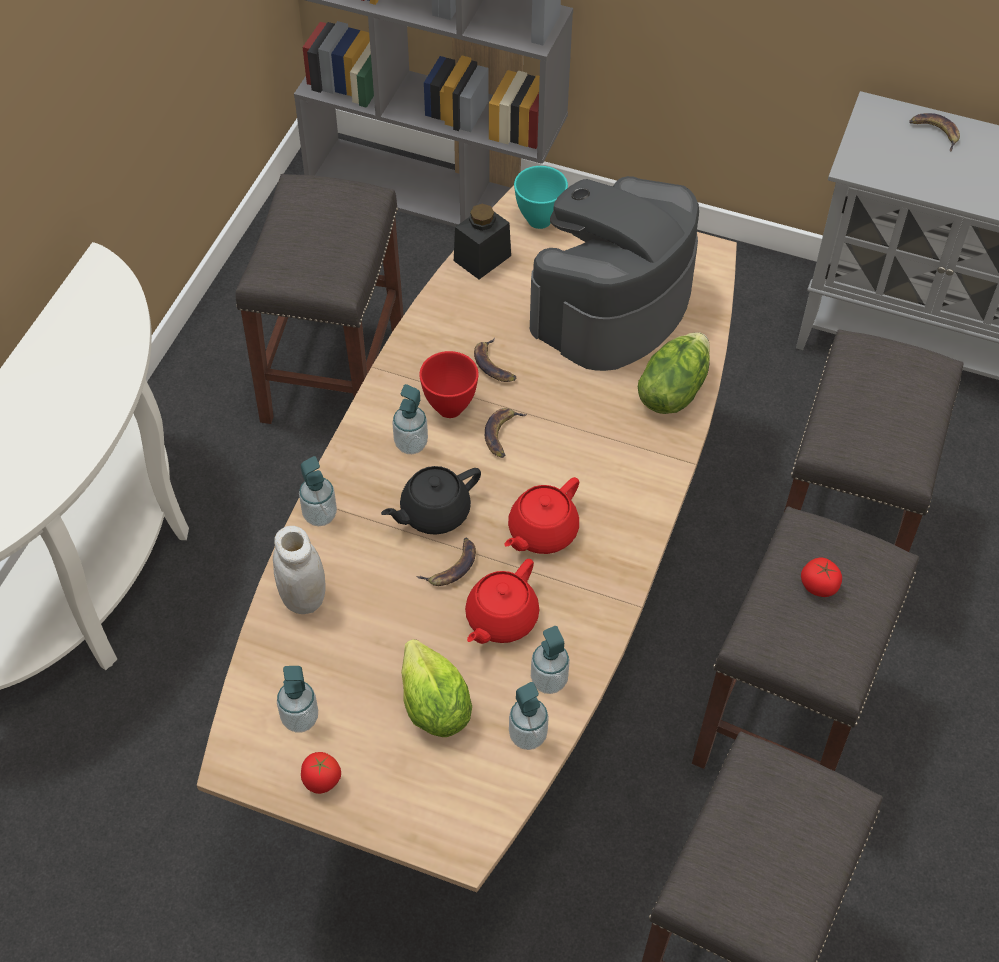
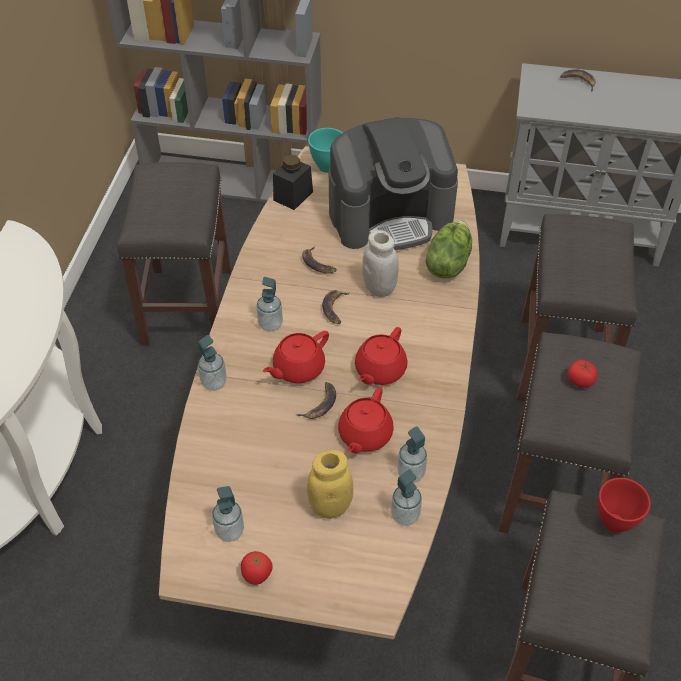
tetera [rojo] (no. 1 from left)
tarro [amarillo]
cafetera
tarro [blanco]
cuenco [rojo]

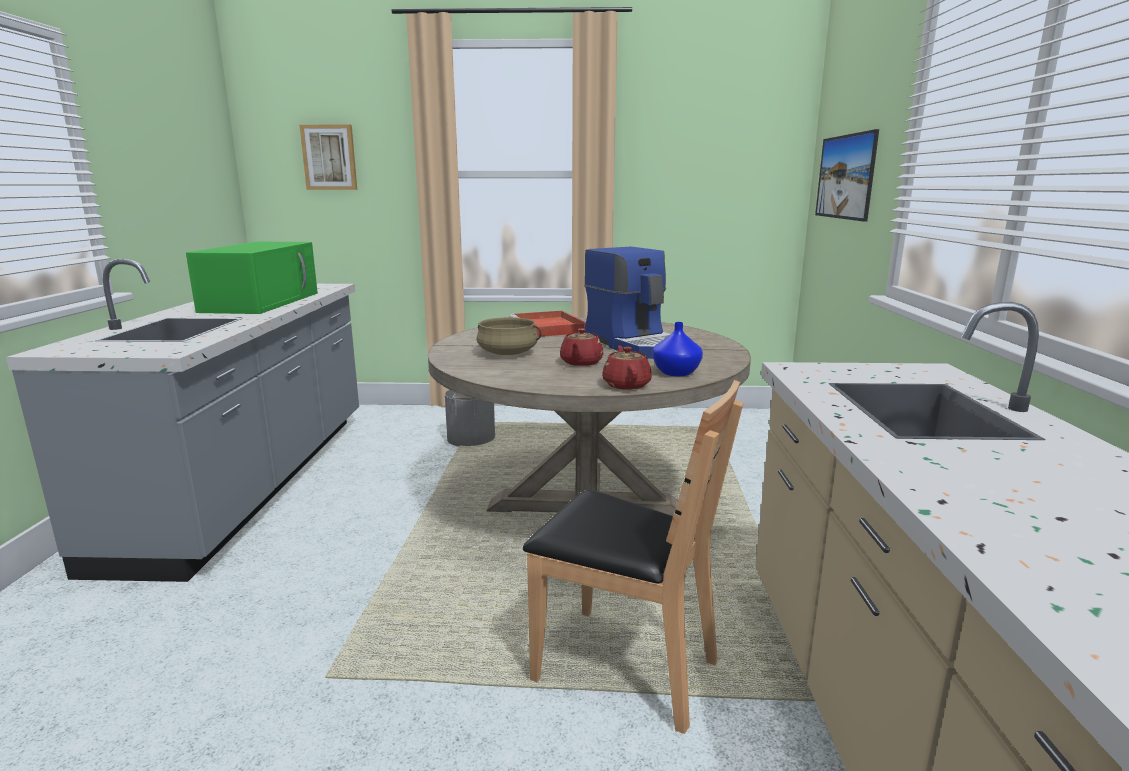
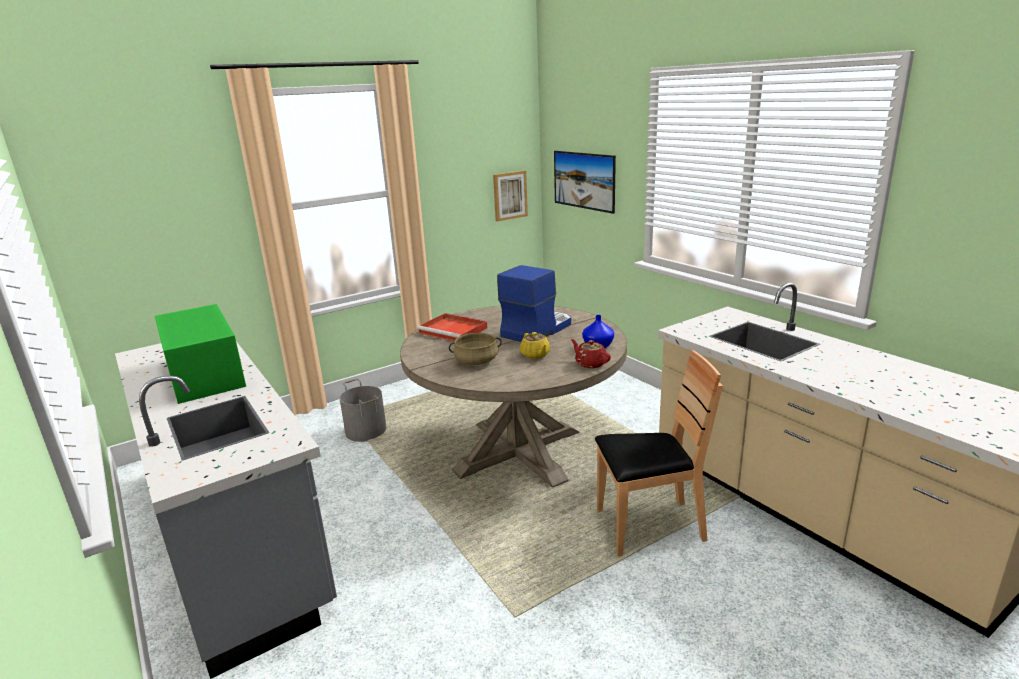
cuadro (no. 1 from left)
cafetera
tetera [amarillo]

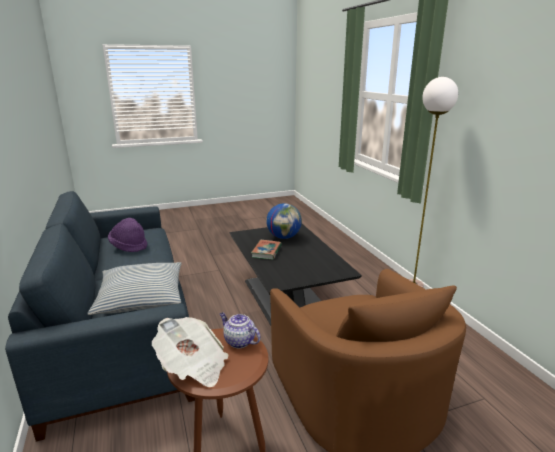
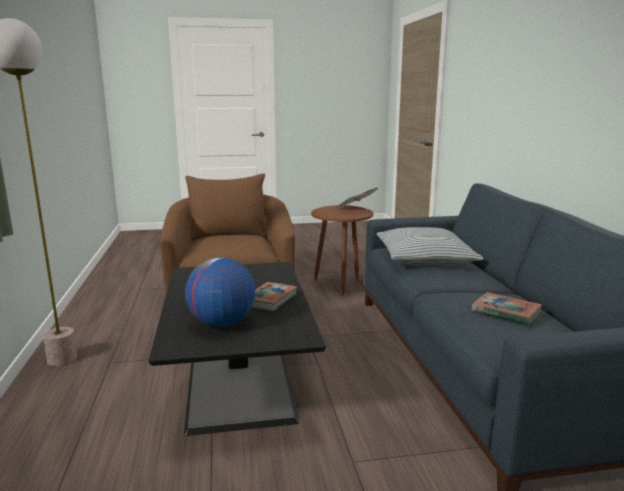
libro (no. 2 from left)
tetera

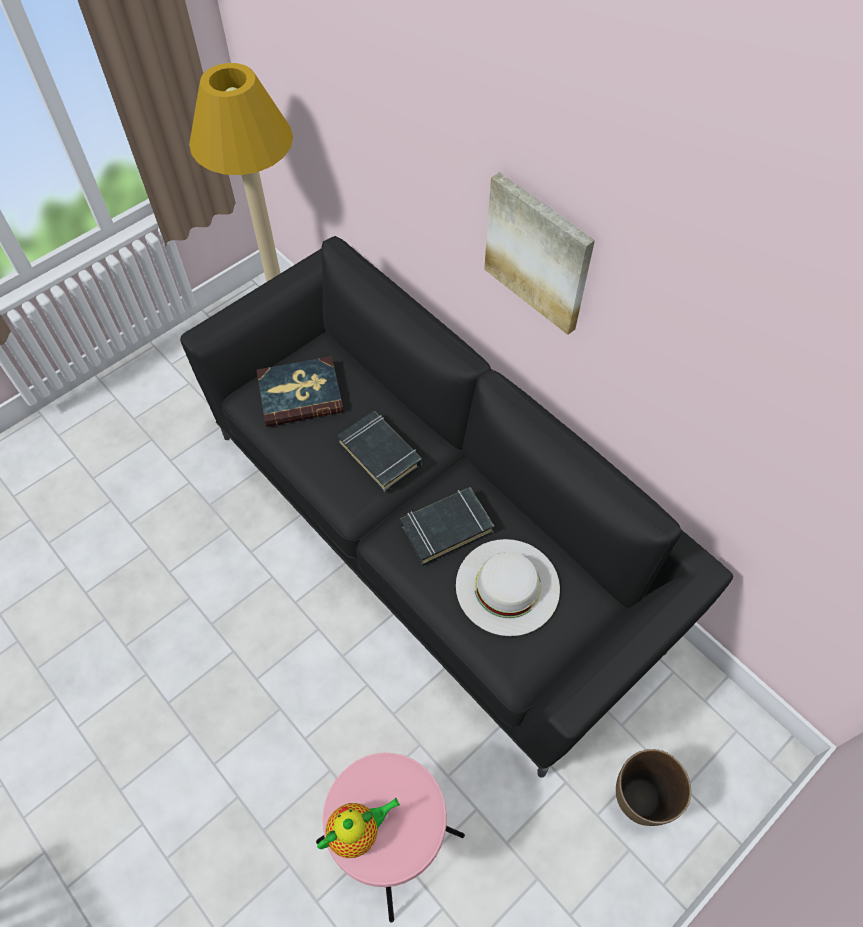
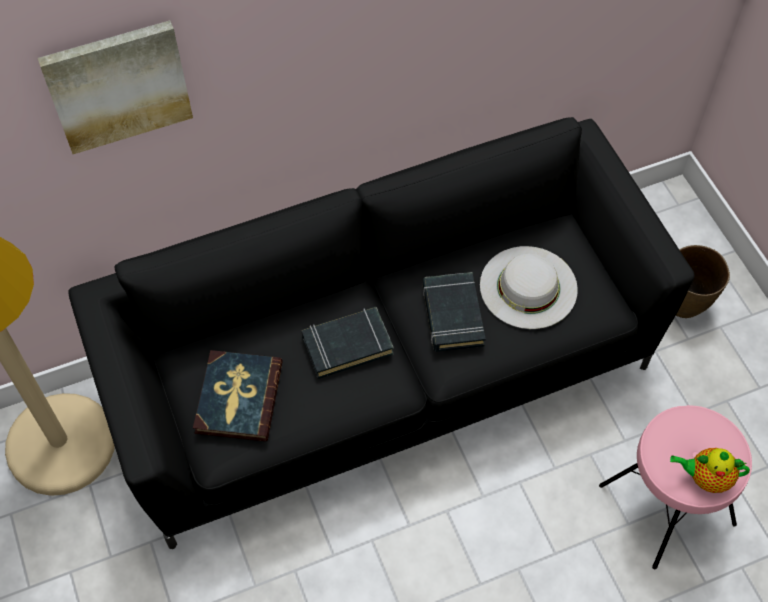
cuadro
tetera

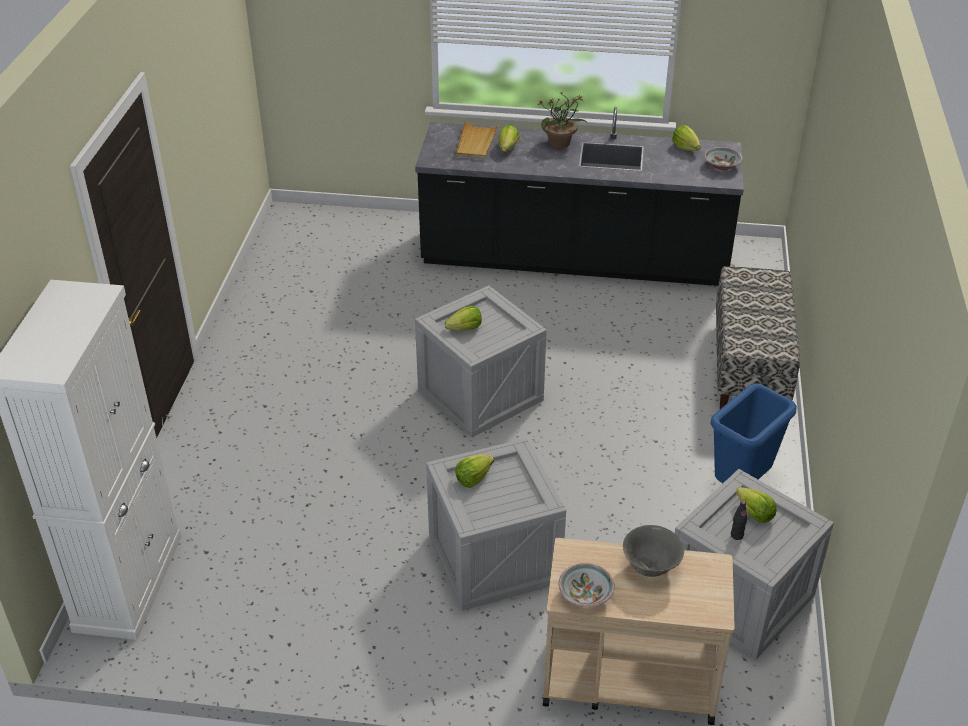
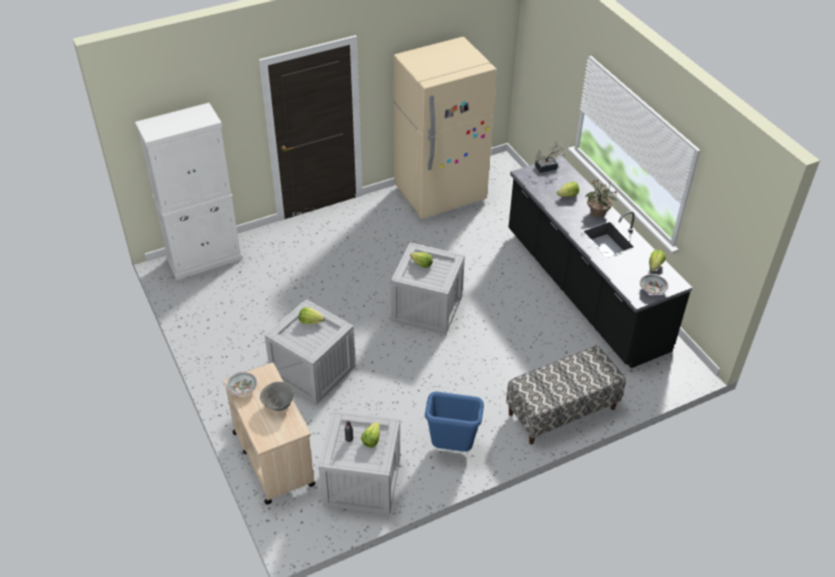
nevera [beis]
planta en maceta (no. 1 from left)
bandeja [beis]

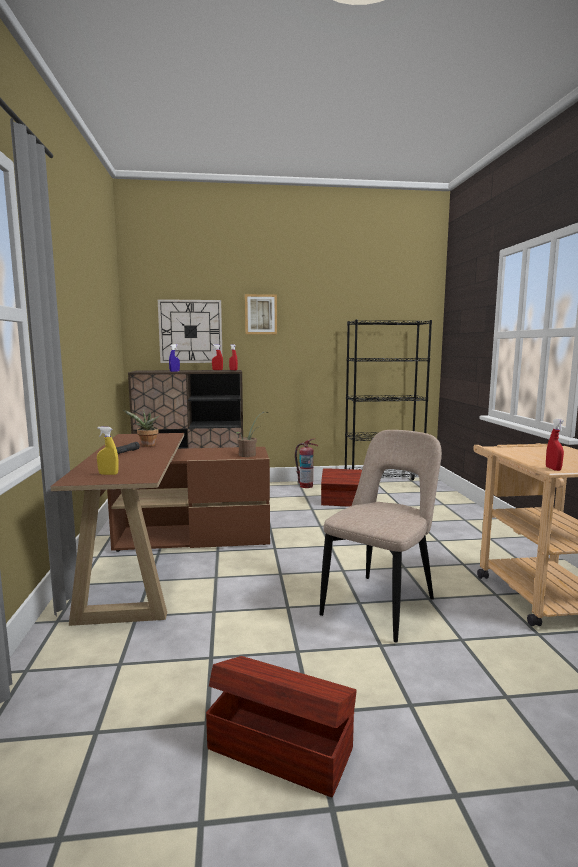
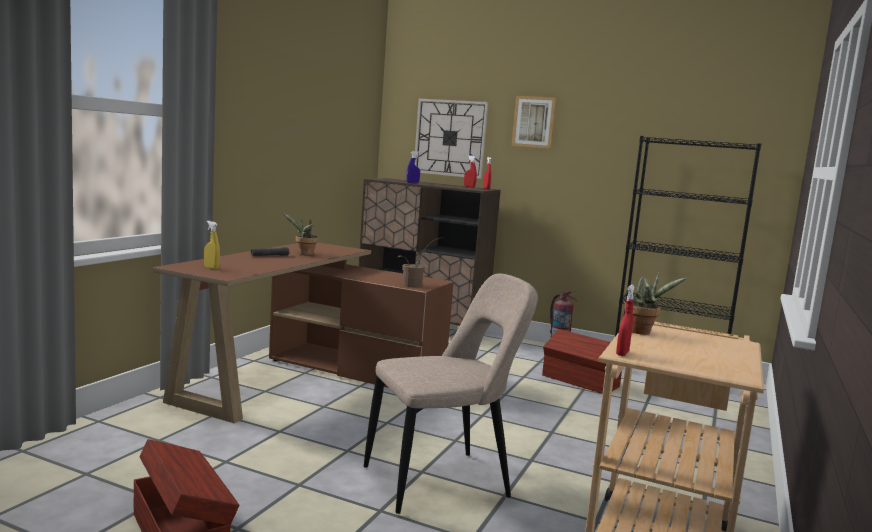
planta en maceta (no. 3 from left)

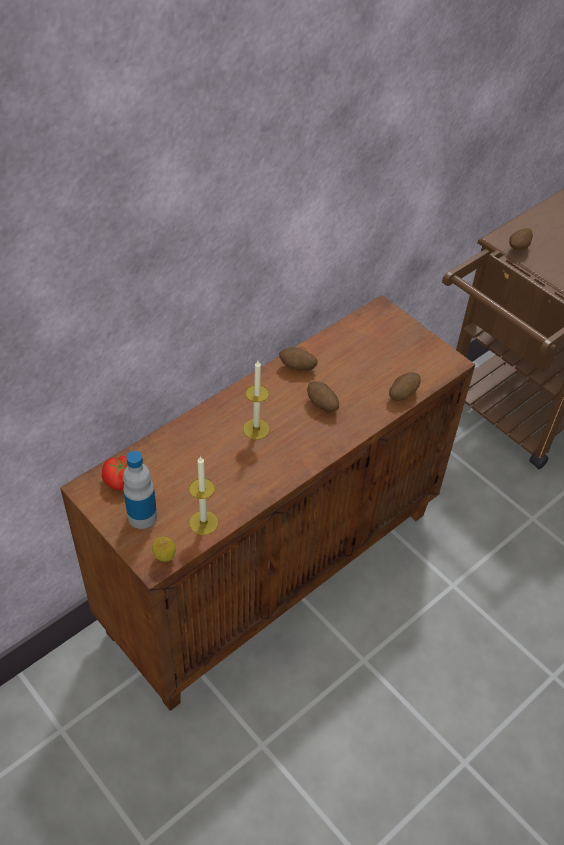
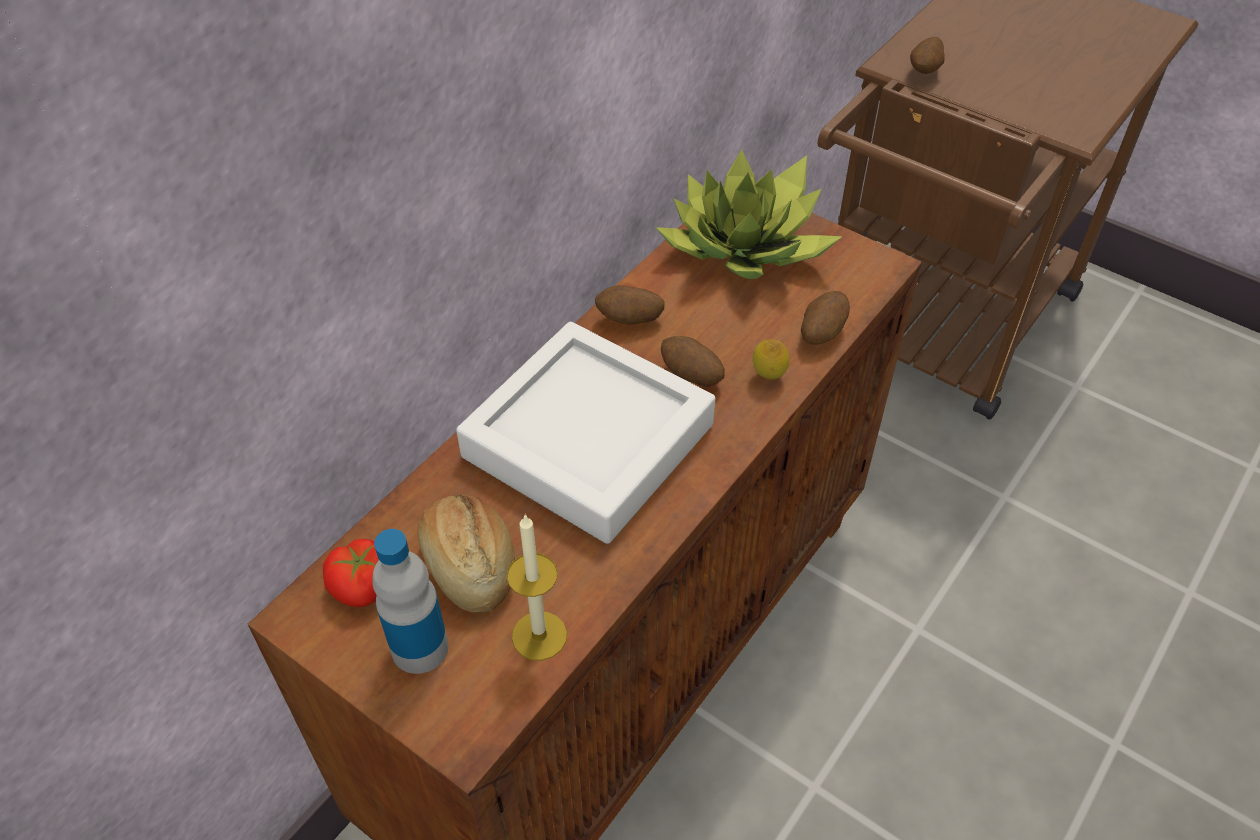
pan
bandeja [blanco]
planta en maceta
limón

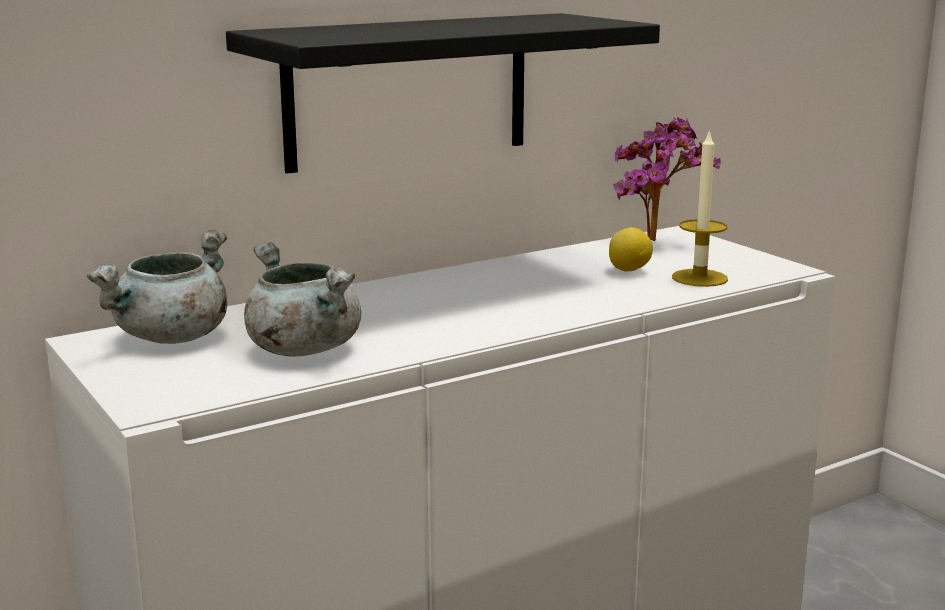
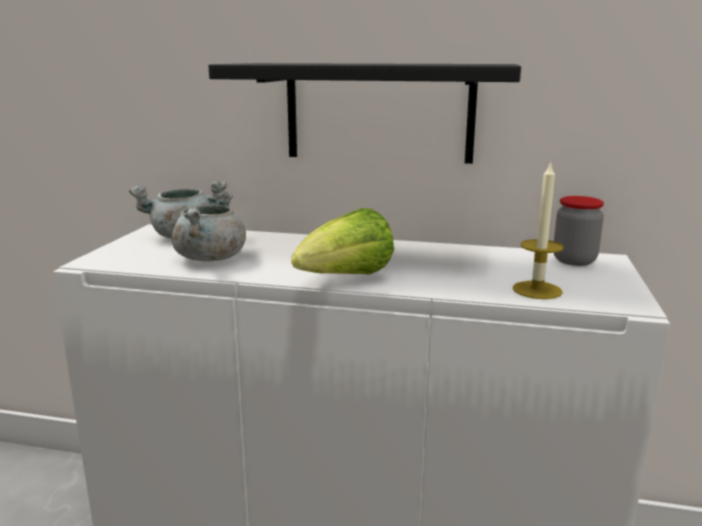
lechuga
tarro
limón

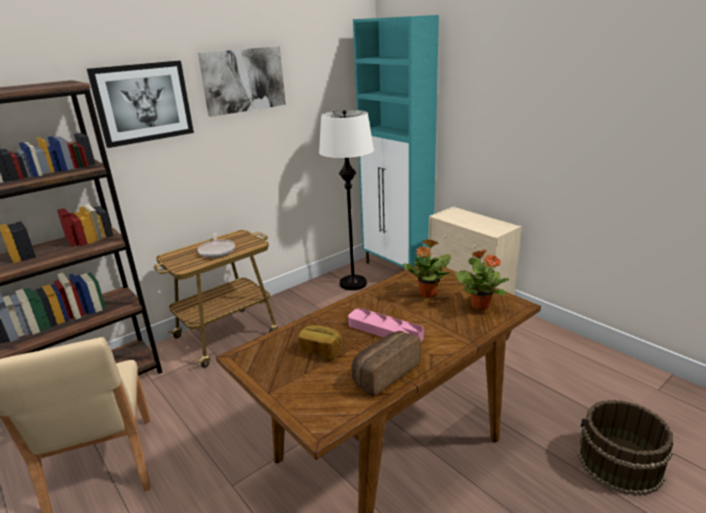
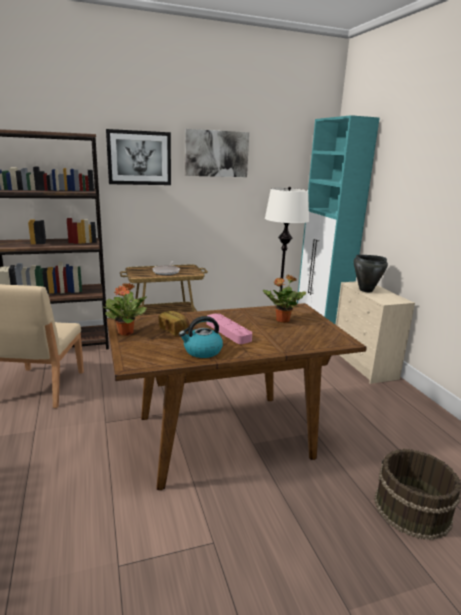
planta en maceta (no. 1 from left)
hervidor
olla [negro]

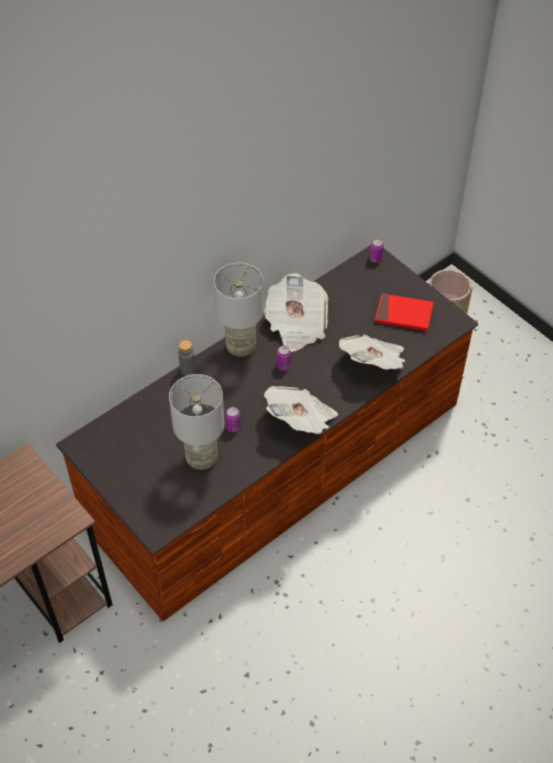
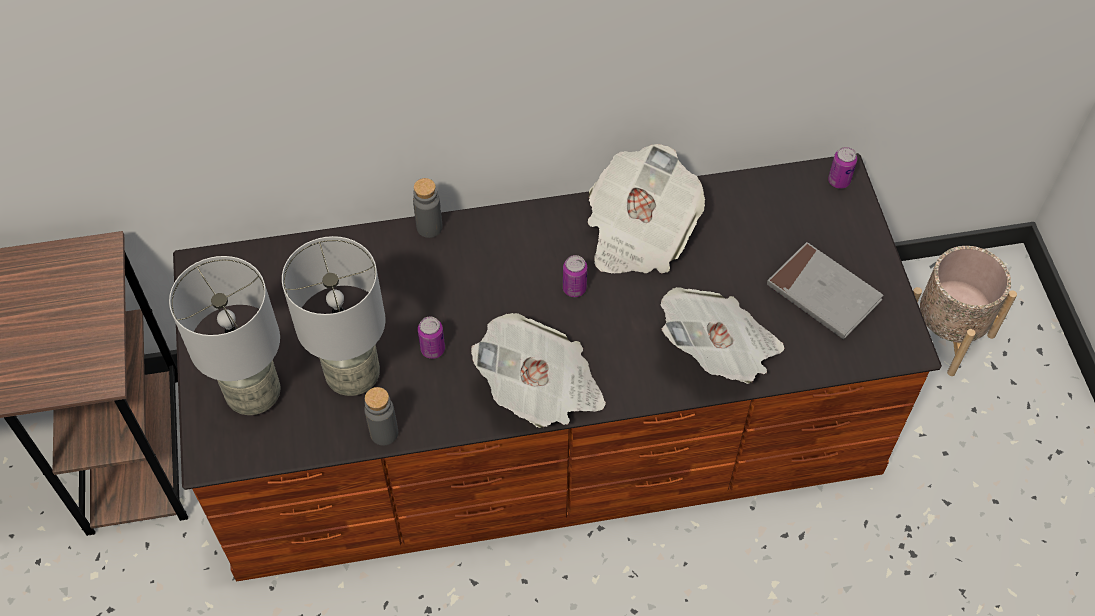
lámpara de mesa [gris] (no. 1 from left)
botella [gris] (no. 1 from left)
libro [gris]

